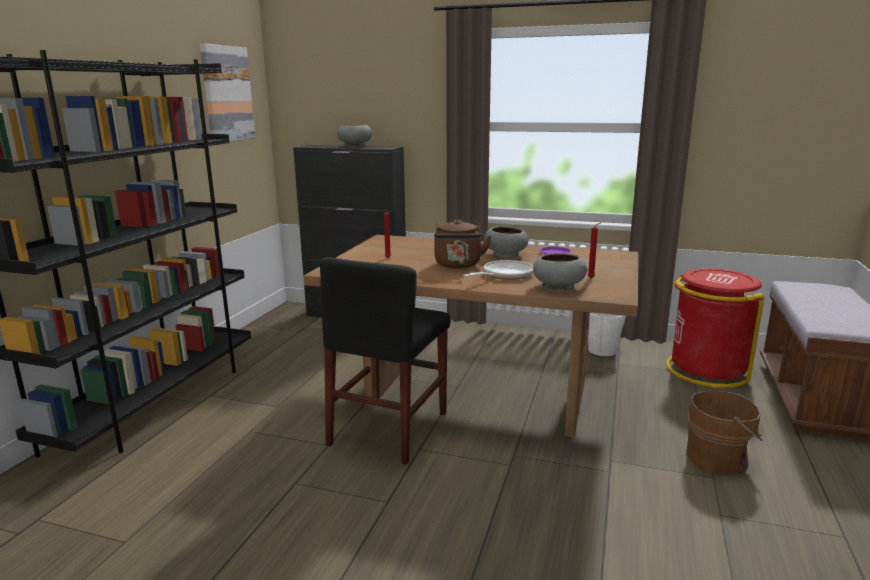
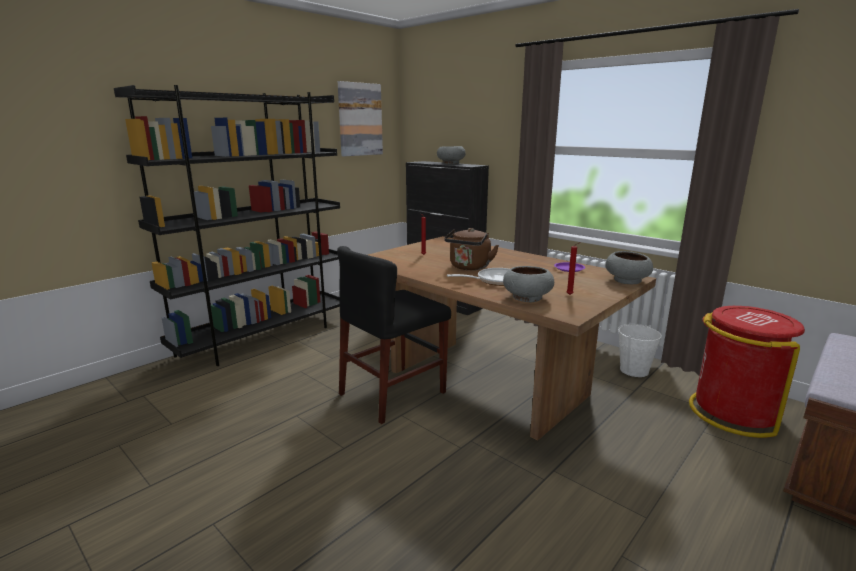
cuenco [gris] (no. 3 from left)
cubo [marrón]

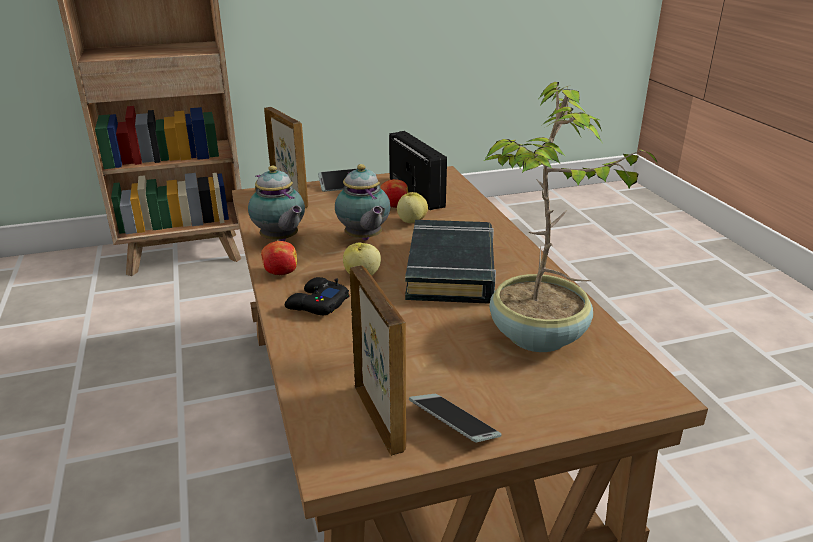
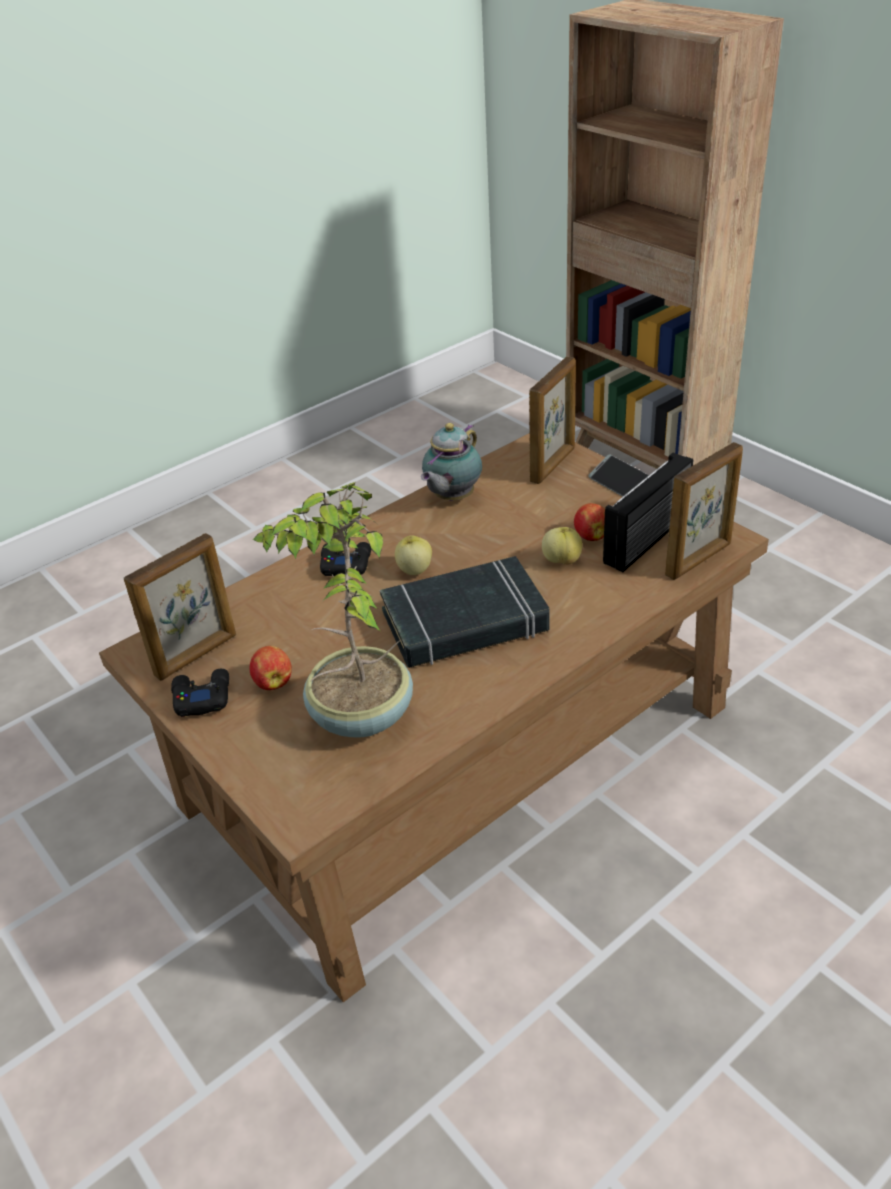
mando de consola [negro] (no. 1 from left)
manzana (no. 1 from left)
portarretratos (no. 3 from left)
tetera (no. 2 from left in the first image)

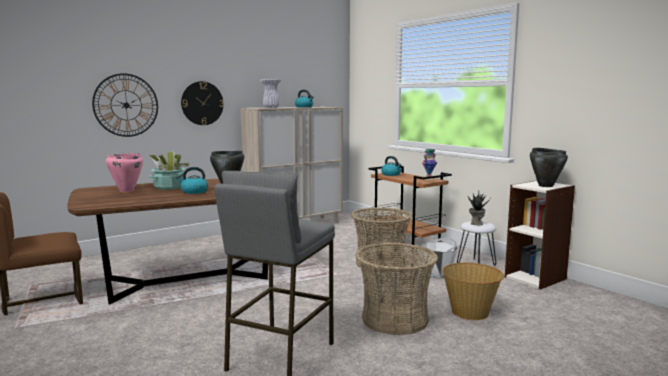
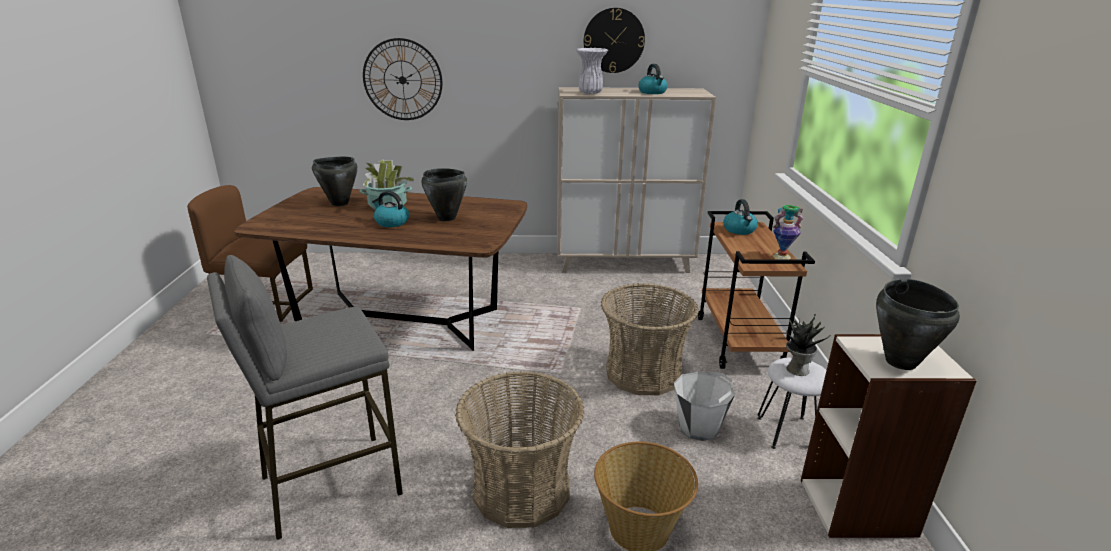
olla [negro] (no. 1 from left)
reloj de pared (no. 2 from left)

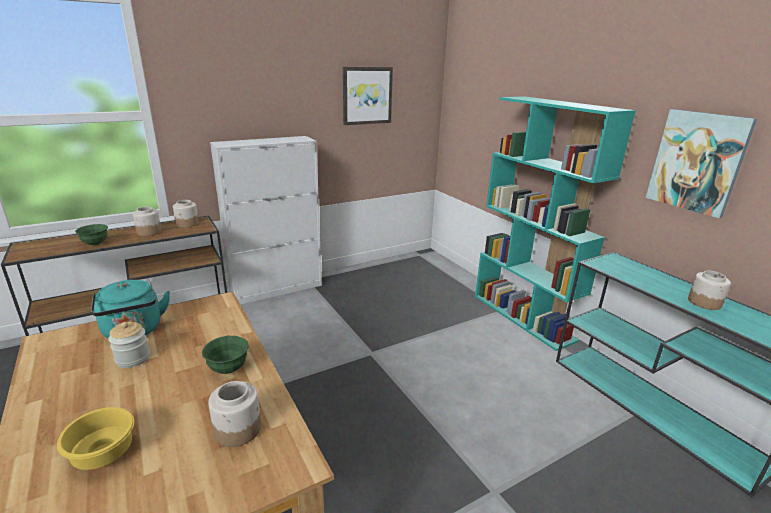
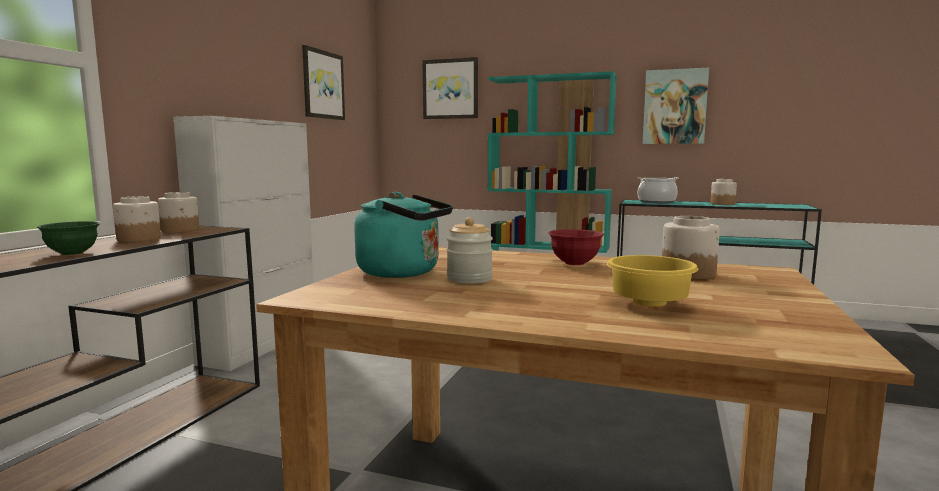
cuadro (no. 2 from left)
cuenco [rojo]
olla

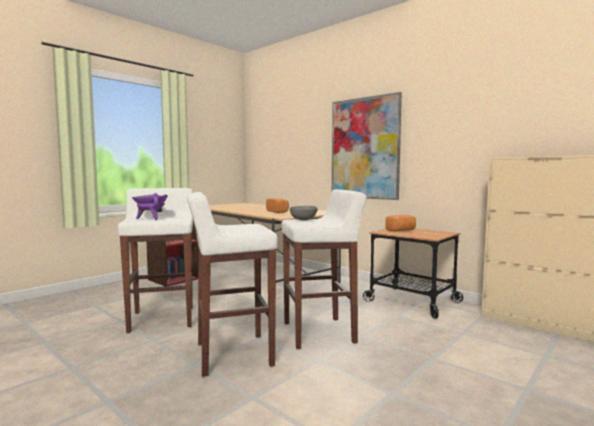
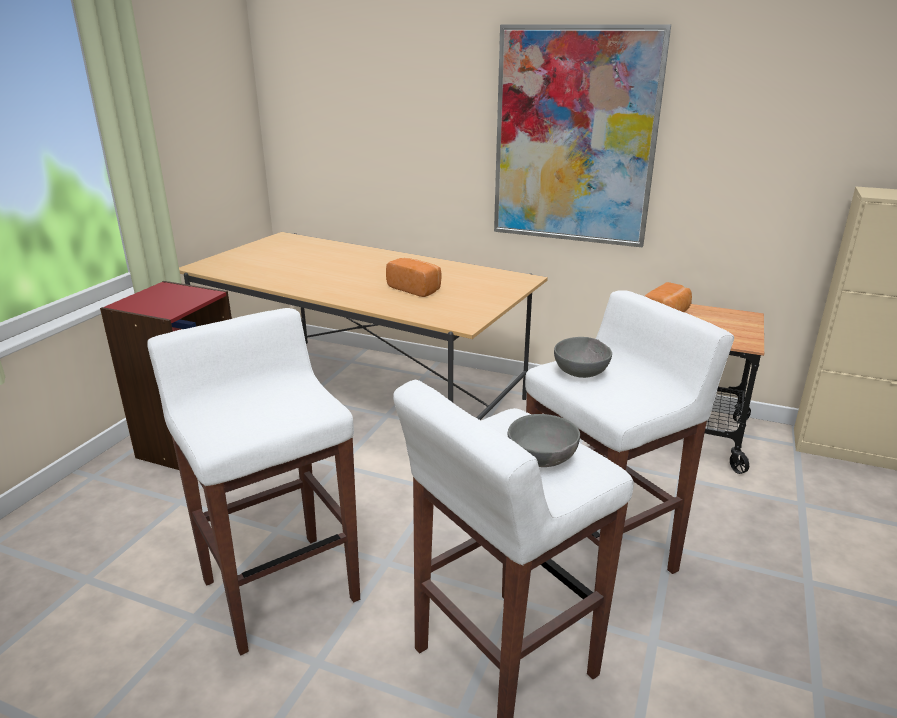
cuenco [gris] (no. 1 from left)
olla [morado]

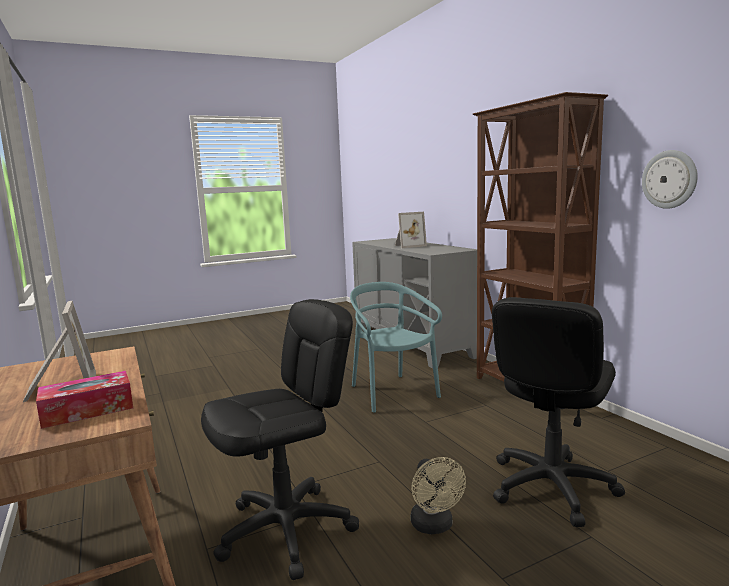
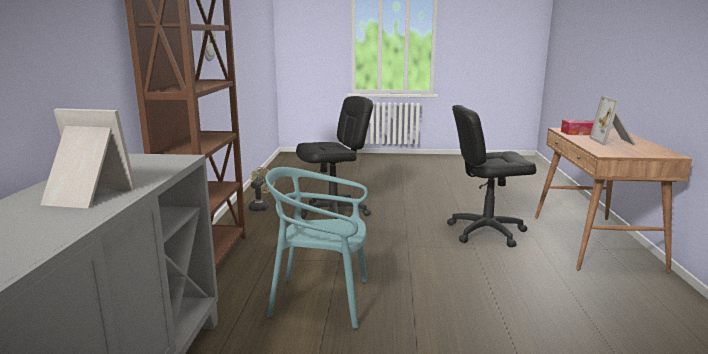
ventilador [beis]
silla [turquesa]

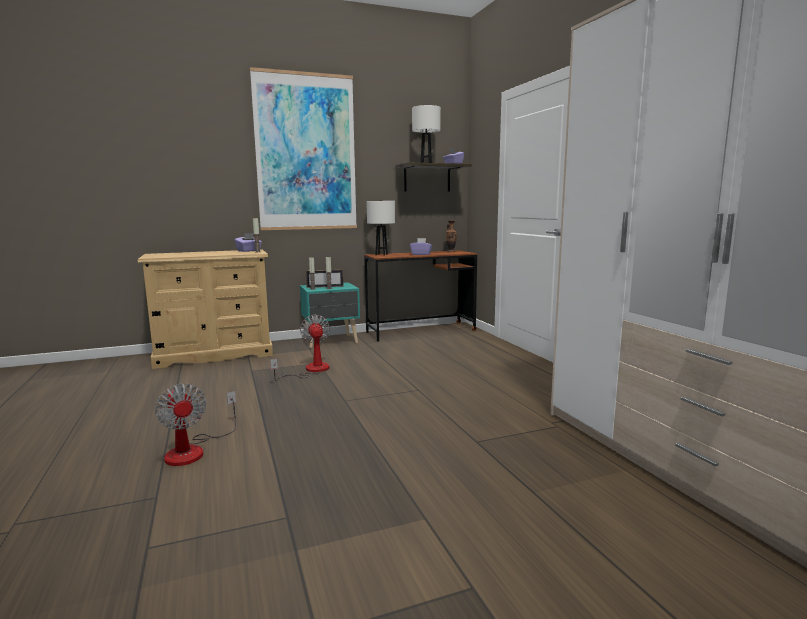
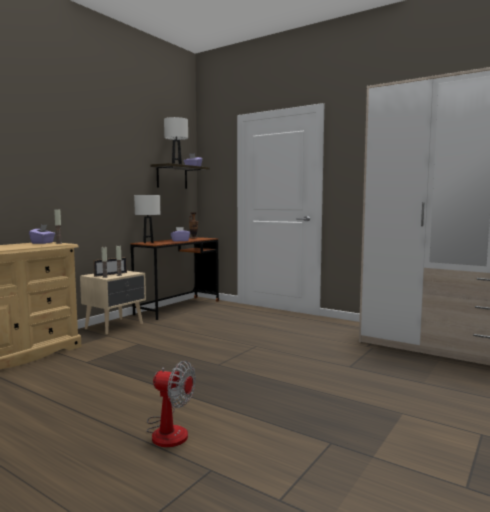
mesita de noche [beis]
cuadro
ventilador (no. 2 from left in the first image)

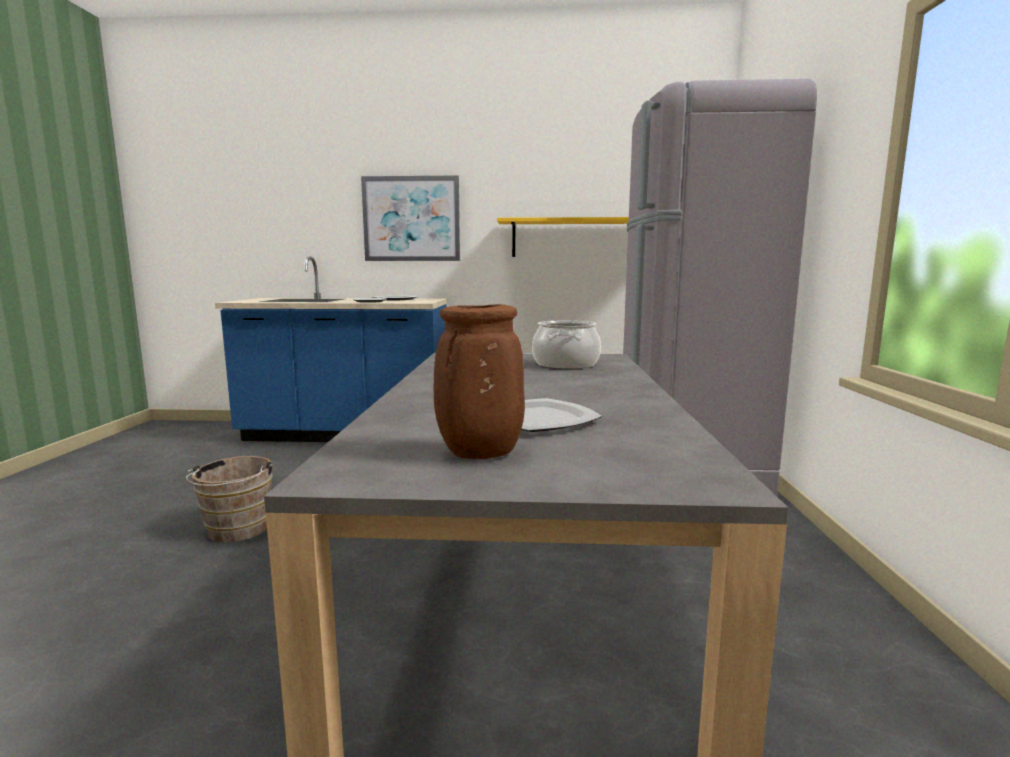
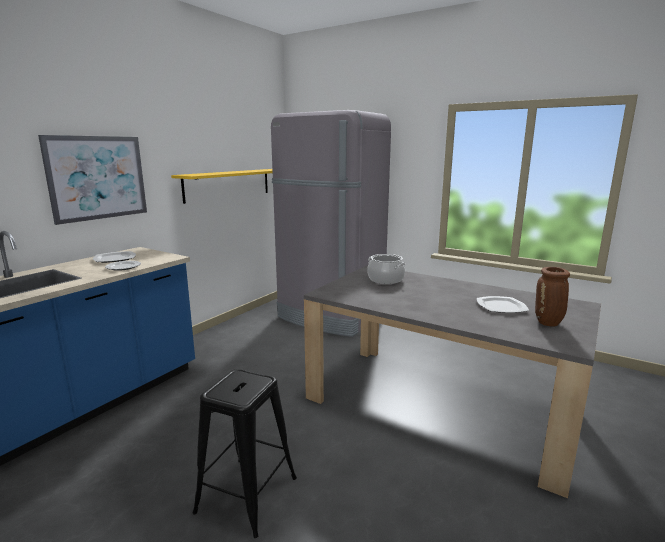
taburete [negro]

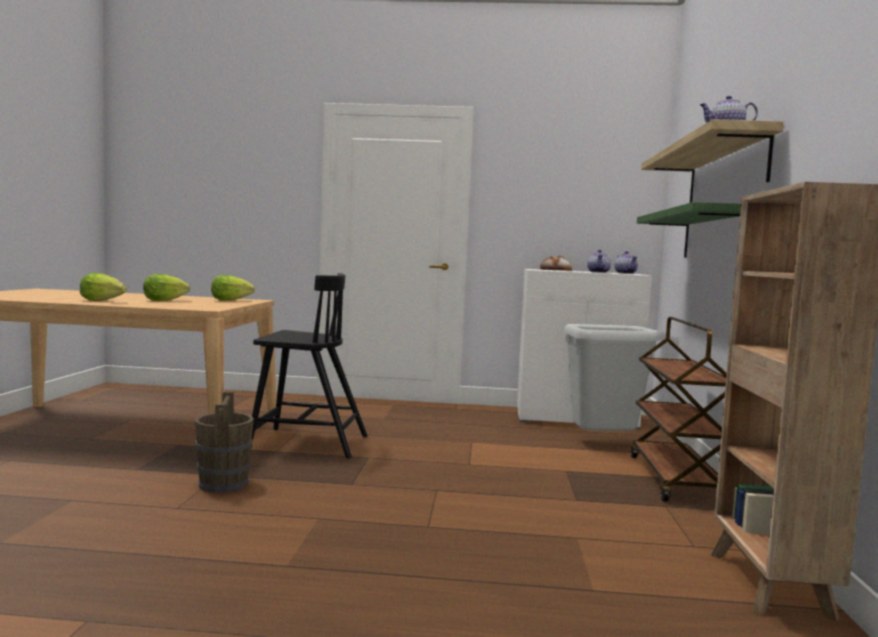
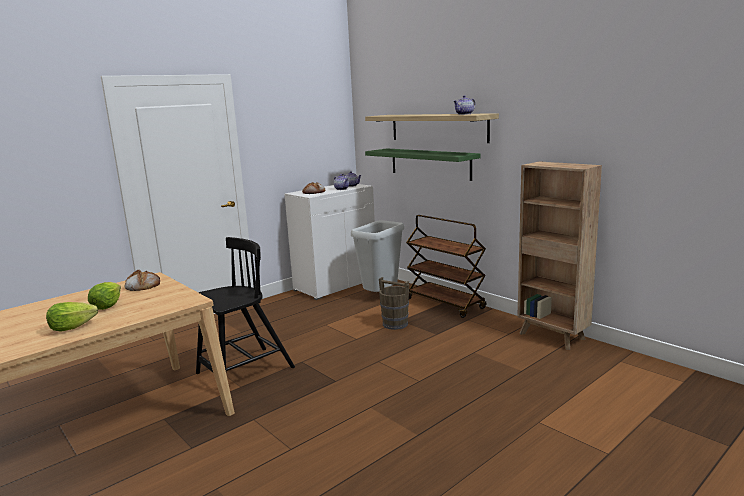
pan (no. 1 from left)
cubo [marrón]

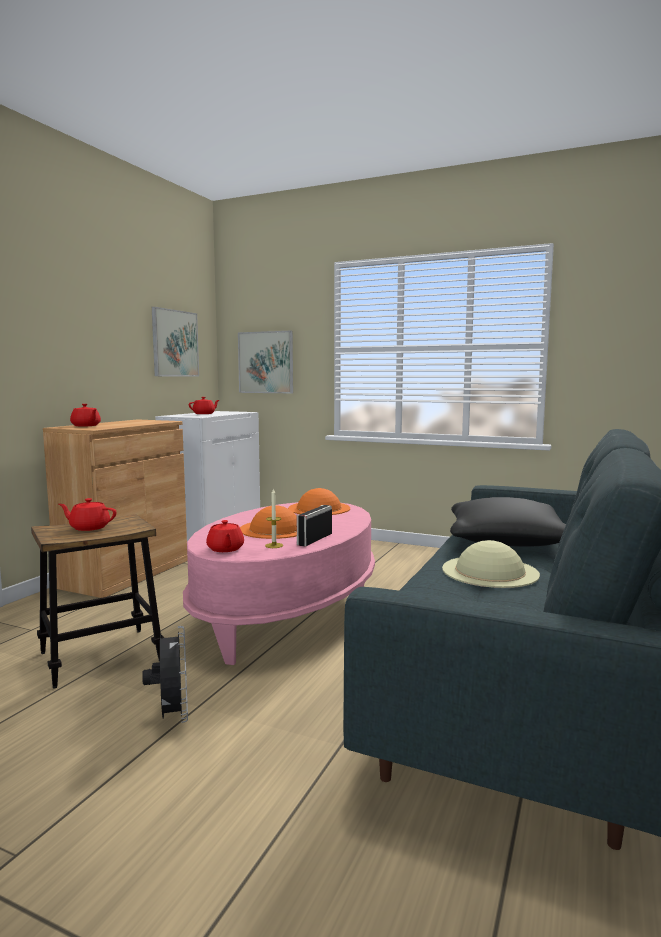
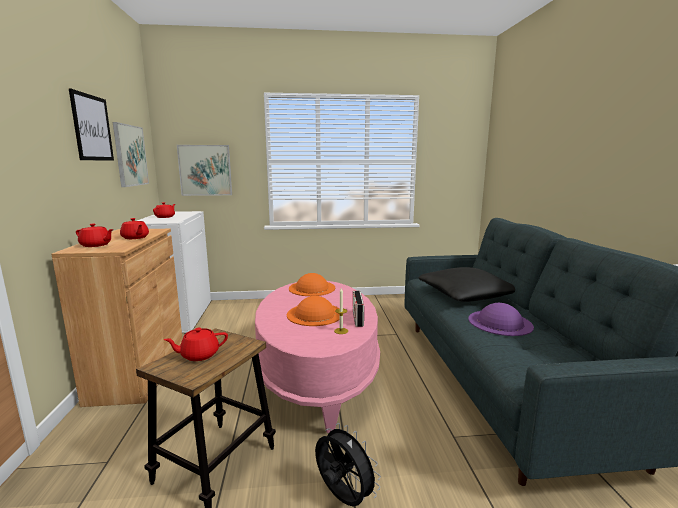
cuadro (no. 1 from left)
tetera [rojo] (no. 2 from left)
sombrero [morado]

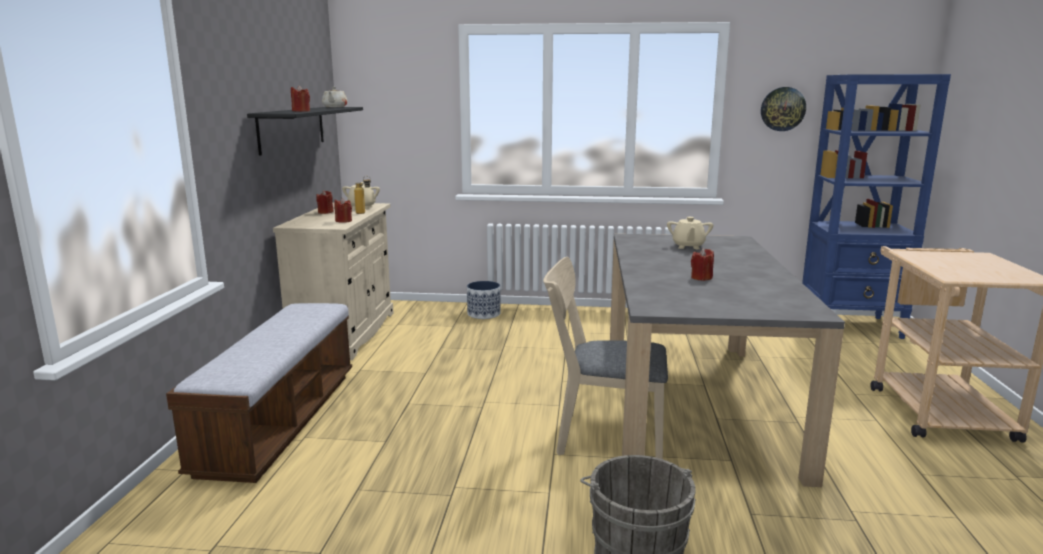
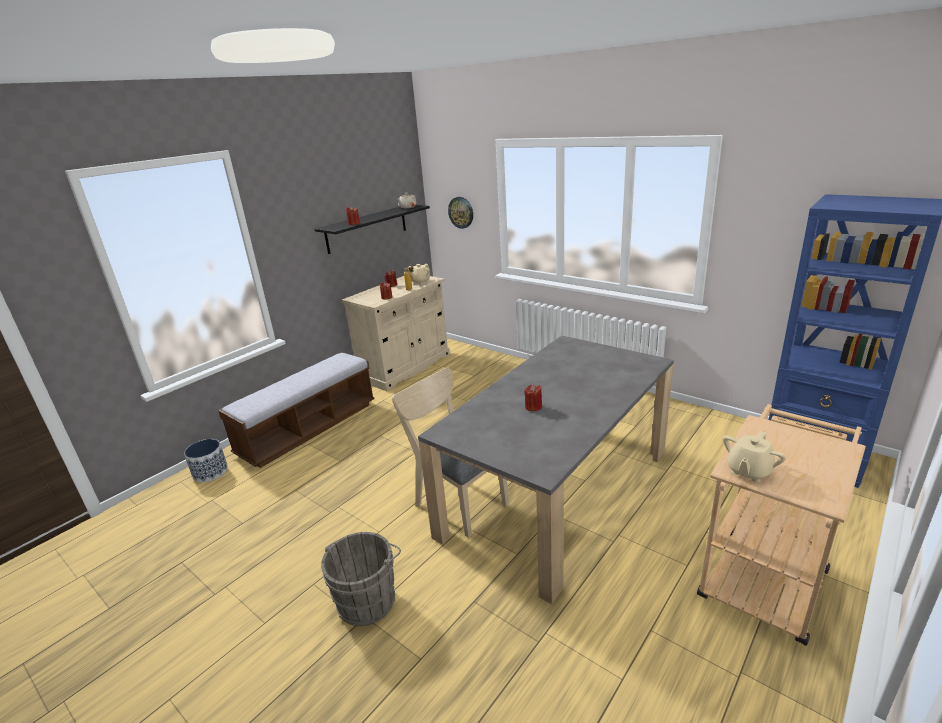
maceta
reloj de pared
tetera [beis] (no. 3 from left)

